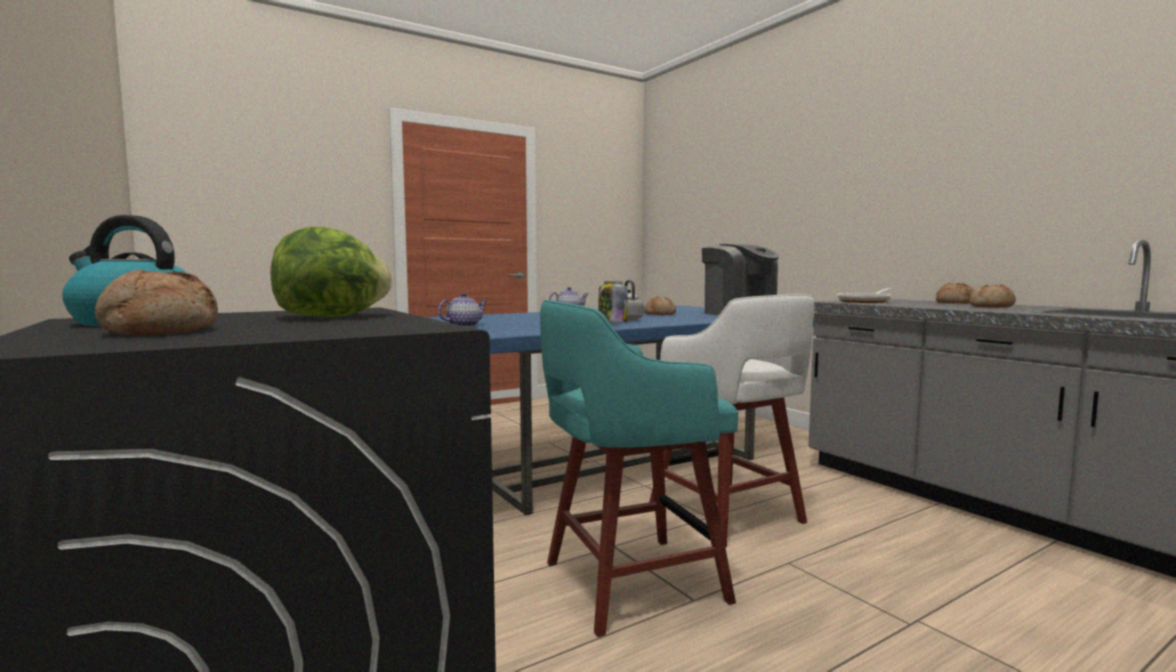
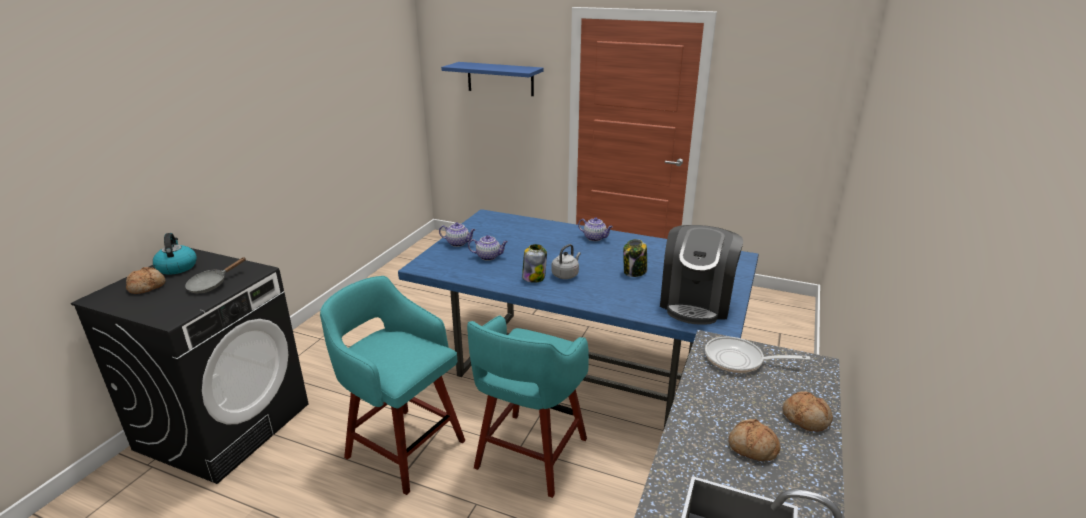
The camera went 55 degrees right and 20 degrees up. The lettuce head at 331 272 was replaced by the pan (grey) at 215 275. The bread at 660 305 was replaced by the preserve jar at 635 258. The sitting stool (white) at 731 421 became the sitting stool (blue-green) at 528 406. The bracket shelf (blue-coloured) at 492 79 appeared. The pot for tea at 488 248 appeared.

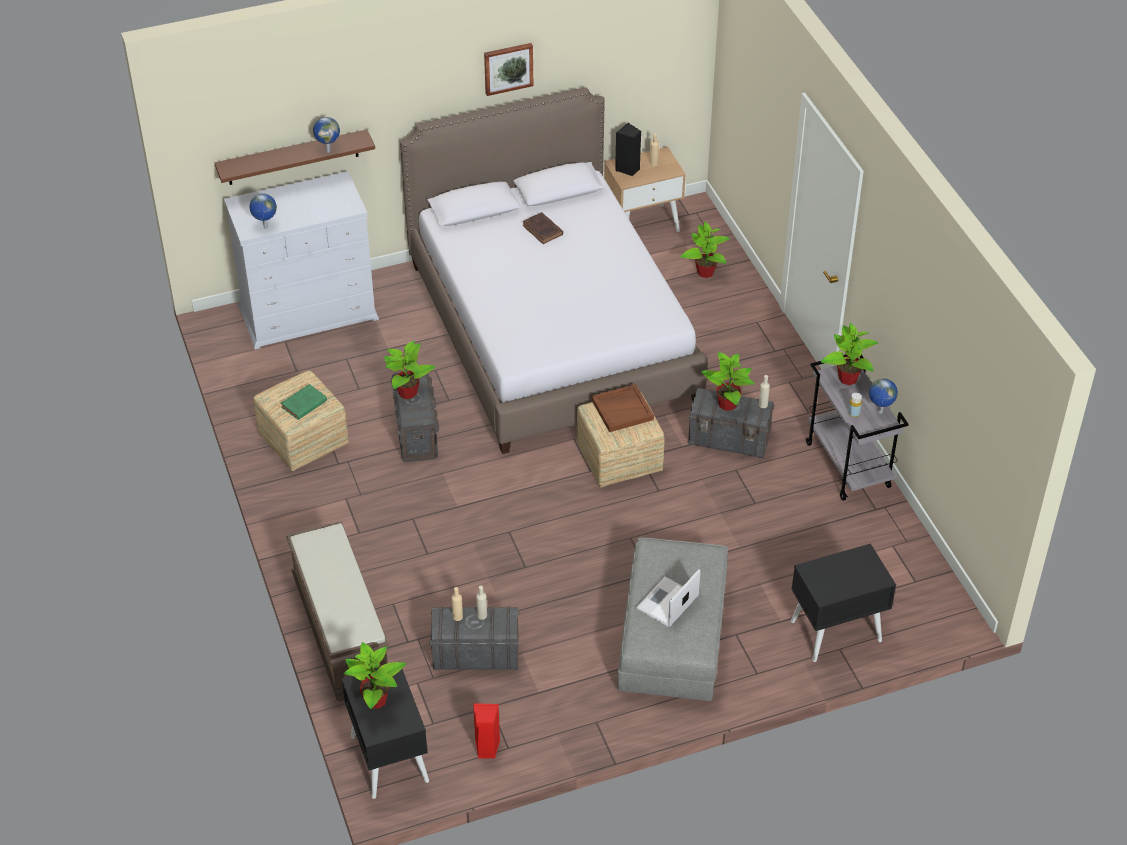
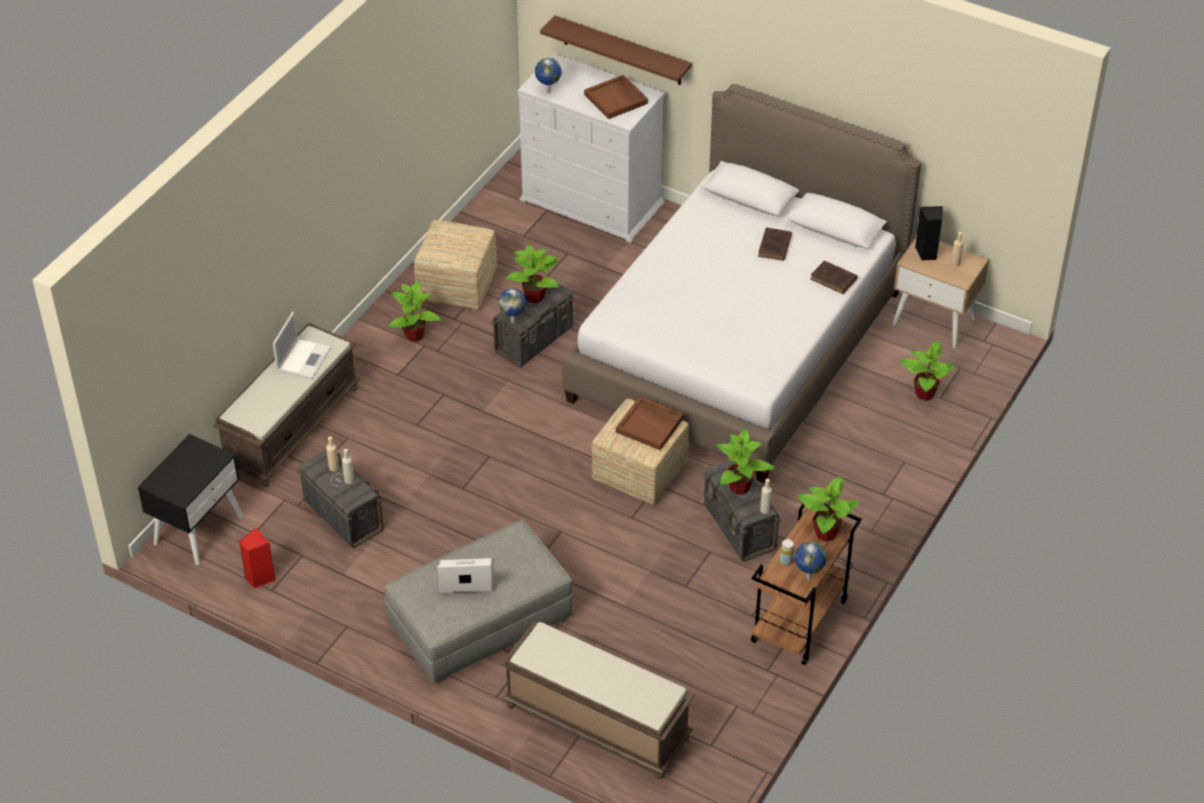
The camera went 50 degrees right and 0 degrees up. The book (greenish) at 304 402 disappeared. The world globe moved from 326 134 to 512 306. The plant in a pot moved from 375 675 to 415 312. The picture at 508 69 disappeared. The night table (black-coloured) at 843 602 was replaced by the bench (brown) at 598 700. The trolley (grey) at 857 427 became the trolley (brown) at 806 584. The notebook computer at 302 345 appeared. The serving tray (brown) at 616 97 appeared. The book (brown) at 834 277 appeared.

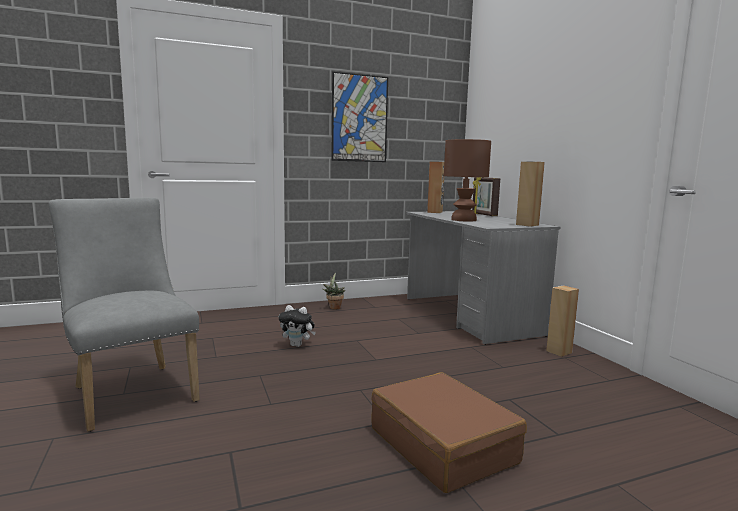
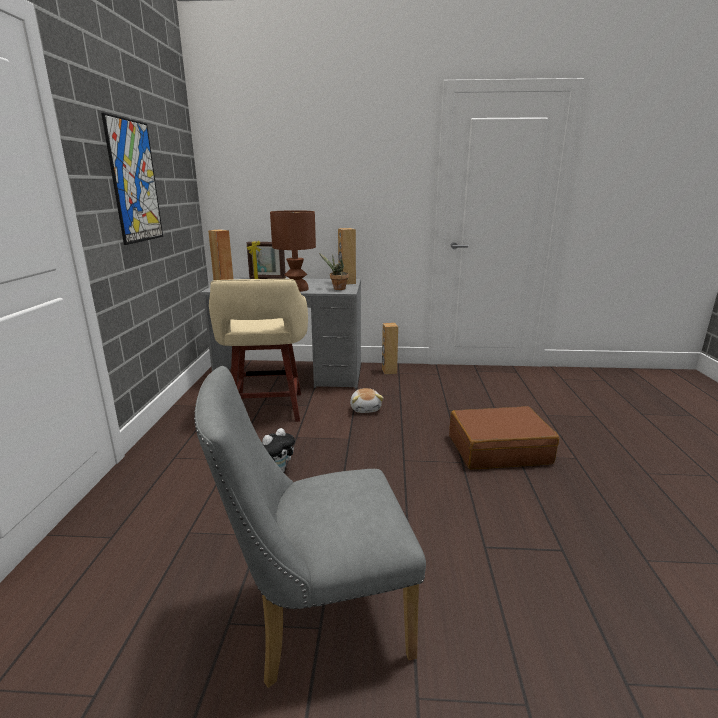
The camera went 65 degrees left and 10 degrees up. The plant in a pot moved from 334 291 to 334 271. The sitting stool (sand-coloured) at 258 350 appeared. The soft toy at 367 400 appeared.

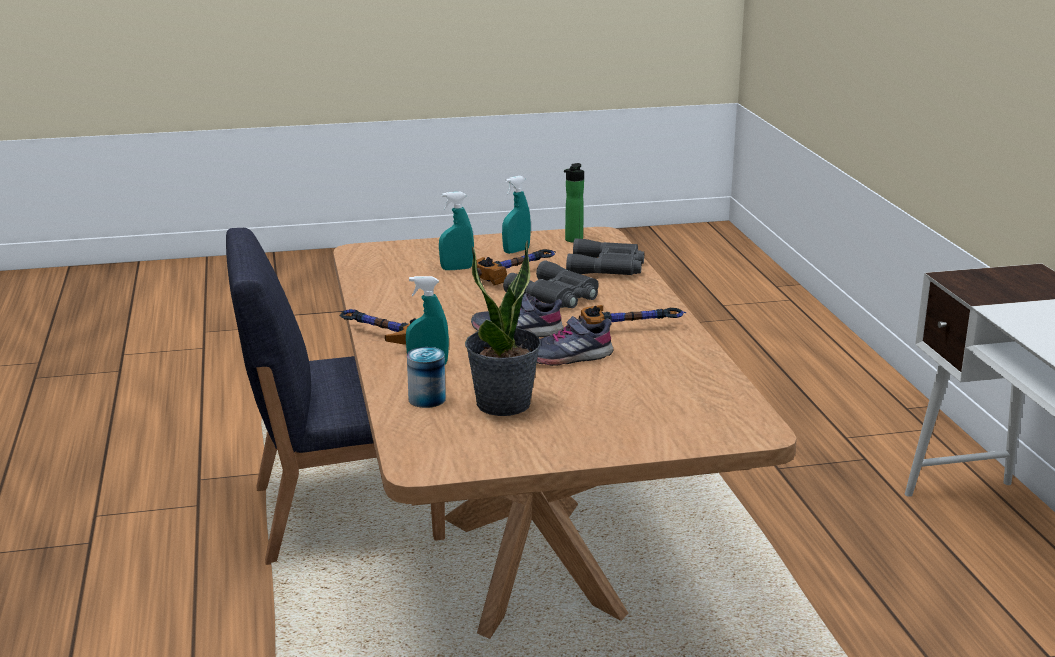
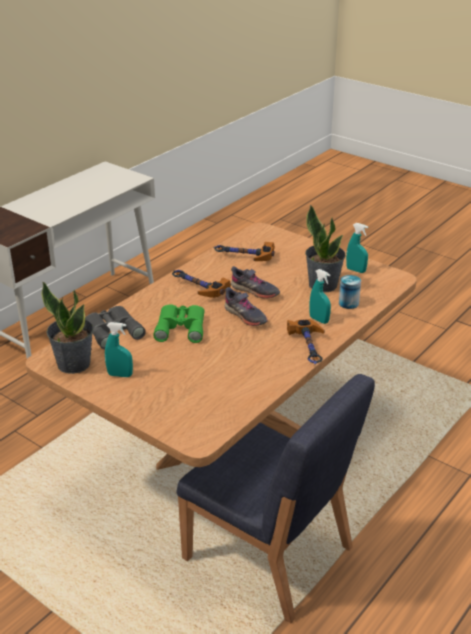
The camera went 130 degrees left and 10 degrees up. The sprayer (blue-green) moved from 456 231 to 357 248. The hammer moved from 515 267 to 244 251. The pair of binoculars (grey) at 551 284 became the pair of binoculars (greenish) at 179 324. The beverage bottle at 574 203 was replaced by the plant in a pot at 67 328.

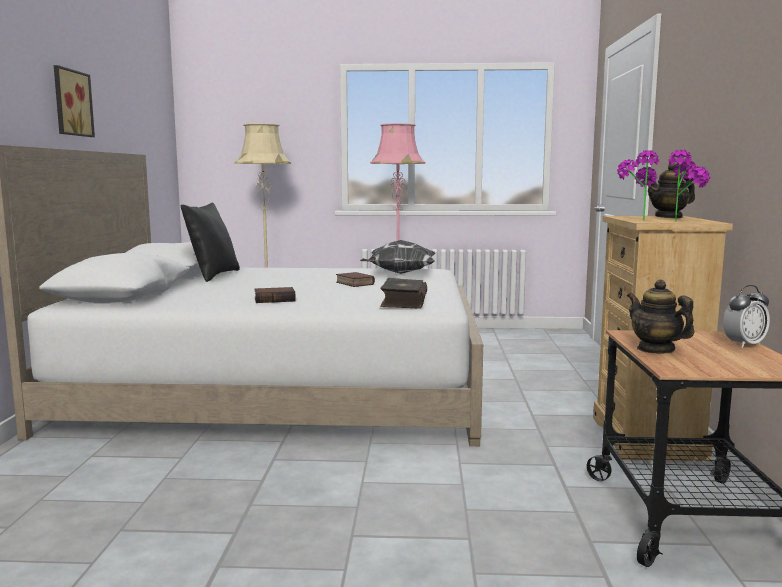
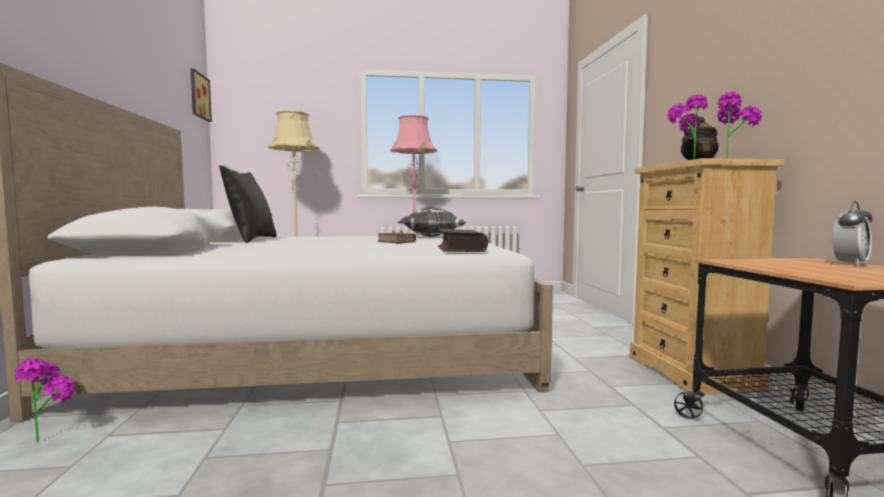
The camera went 10 degrees left and 5 degrees down. The picture moved from 74 101 to 201 95. The book at 275 295 disappeared. The pot for tea at 661 316 disappeared. The plant in a pot at 45 400 appeared.

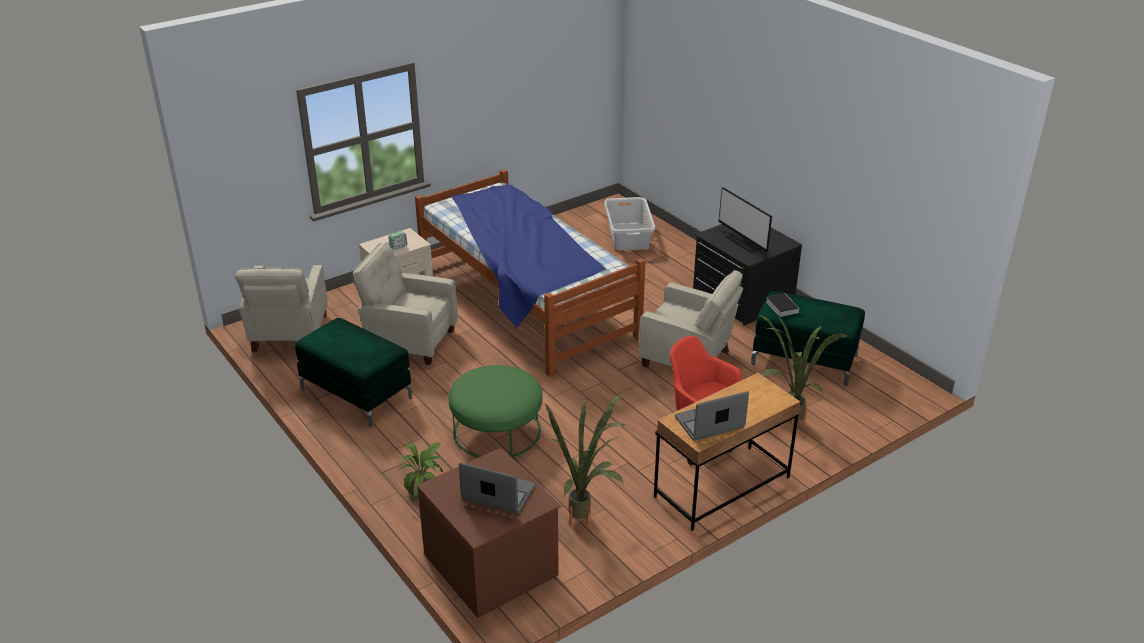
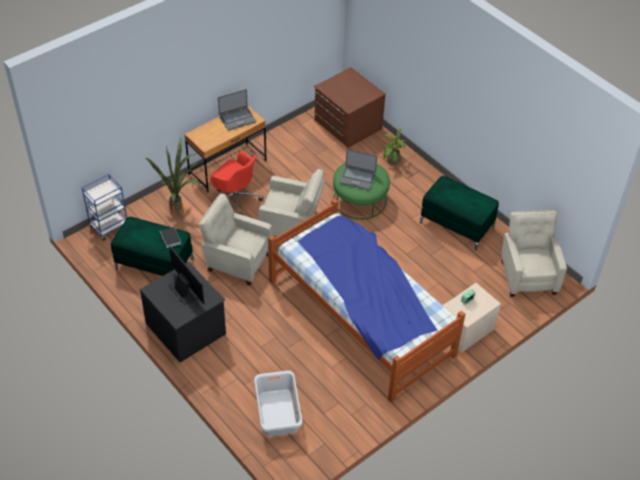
The camera went 175 degrees right and 15 degrees up. The easy chair (sand-coloured) moved from 405 303 to 291 202. The notebook computer moved from 497 488 to 358 169. The plant in a pot at 585 459 disappeared. The trolley (blue-coloured) at 104 207 appeared.

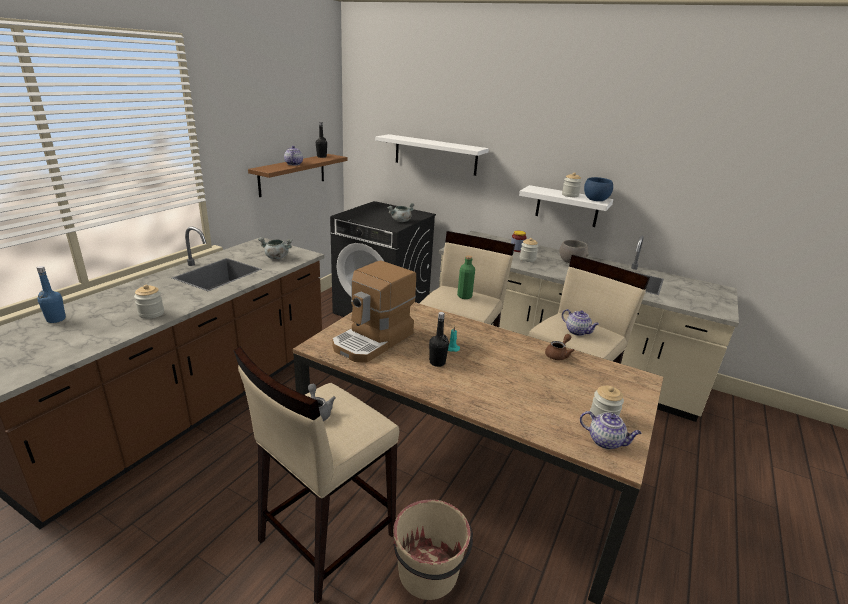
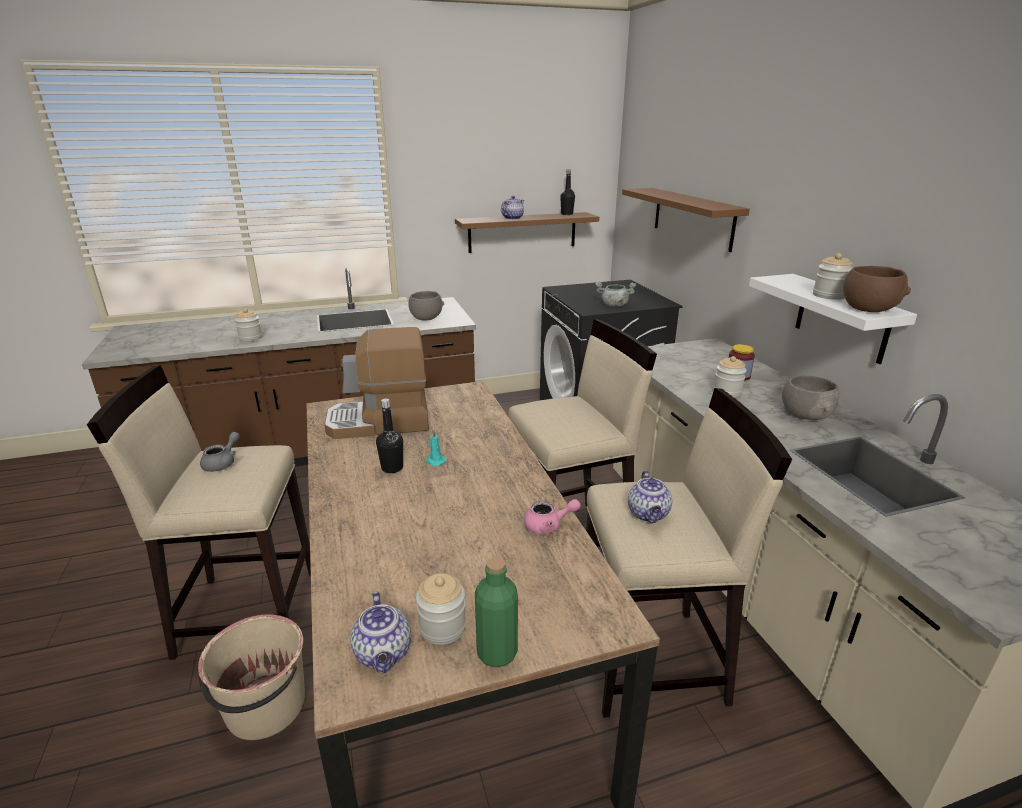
The camera went 45 degrees right and 0 degrees up. The beverage bottle (blue-coloured) at 51 294 disappeared. The stockpot (grey) at 275 248 was replaced by the serving bowl (grey) at 426 305. The bracket shelf (white) at 432 155 became the bracket shelf (brown) at 686 220. The beverage bottle (greenish) moved from 466 277 to 496 612. The pot for tea (brown) at 559 347 became the pot for tea (pinkish) at 552 516. The serving bowl (blue-coloured) at 598 189 became the serving bowl (brown) at 877 289.

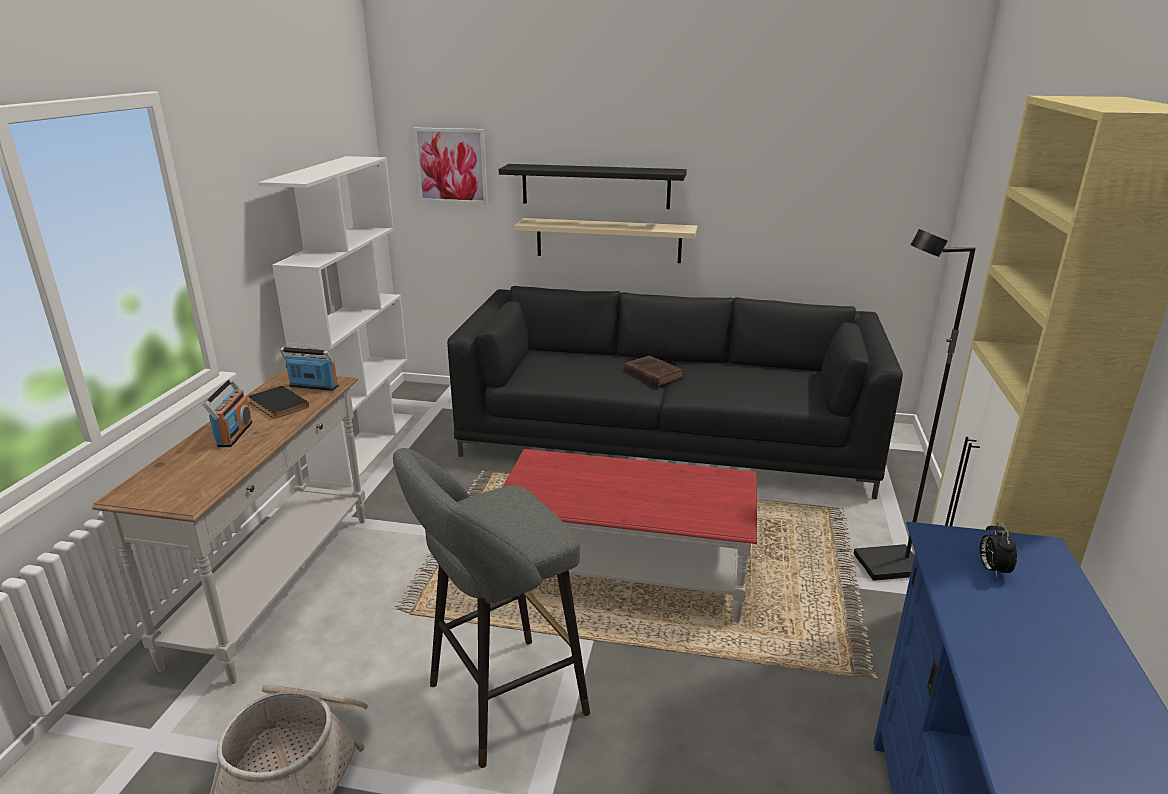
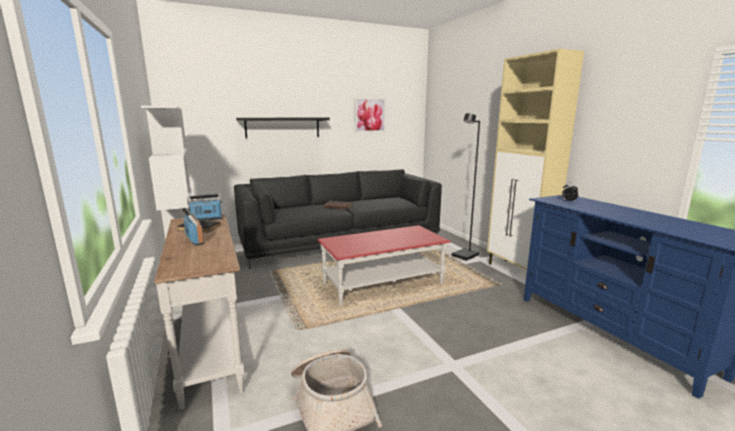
The camera went 35 degrees left and 10 degrees down. The sitting stool (grey) at 491 608 disappeared. The picture moved from 450 166 to 370 115. The bracket shelf (sand-coloured) at 606 240 disappeared.

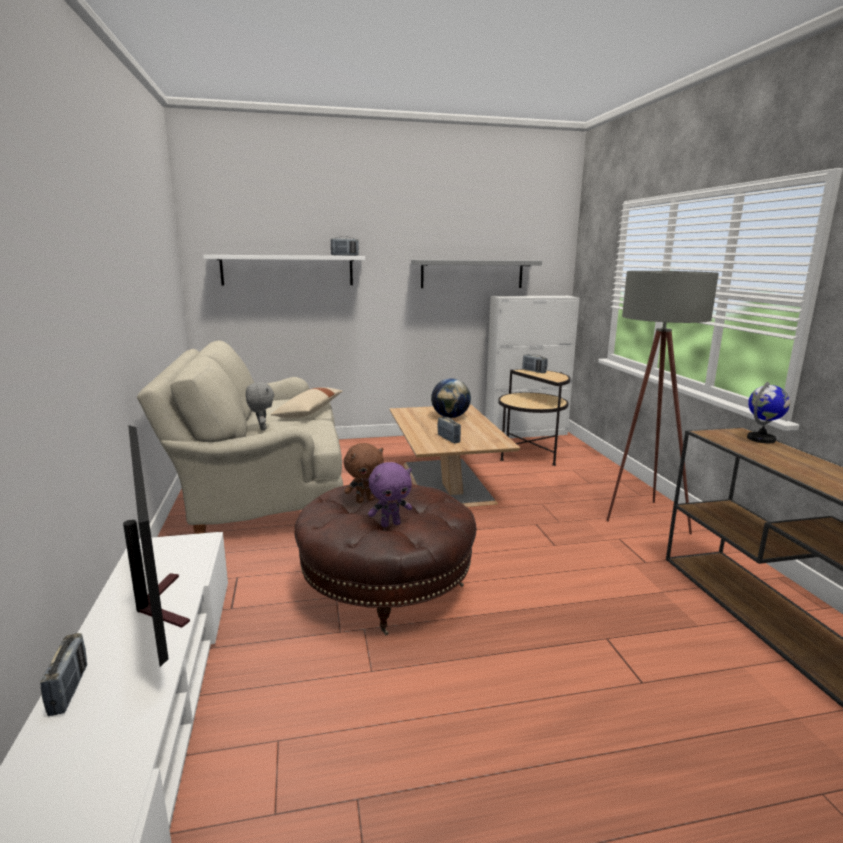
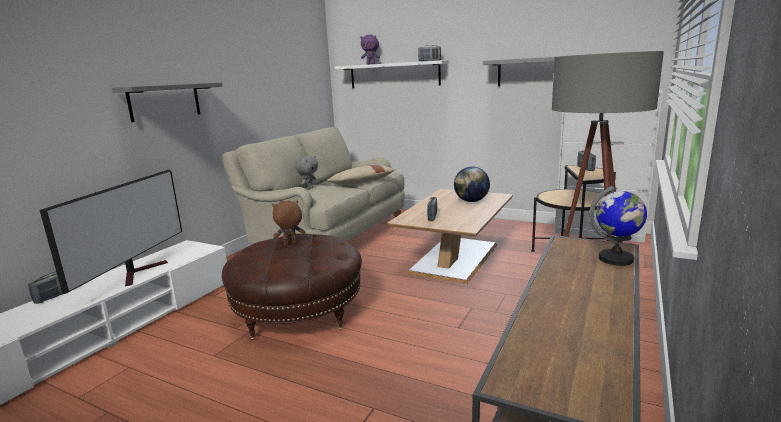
The camera went 40 degrees right and 0 degrees up. The soft toy (brown) at 364 473 turned 150 degrees clockwise. The soft toy (purplish) moved from 390 494 to 370 49. The bracket shelf (grey) at 167 102 appeared.

